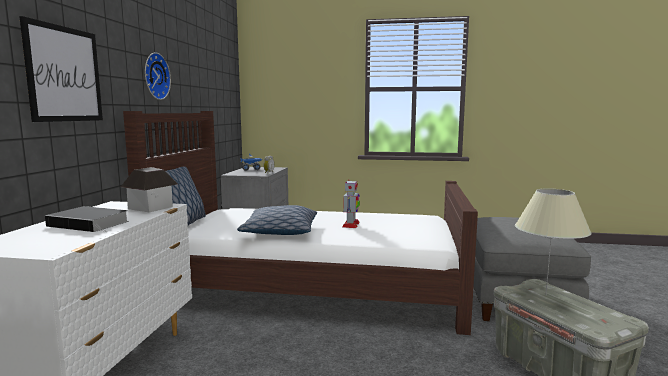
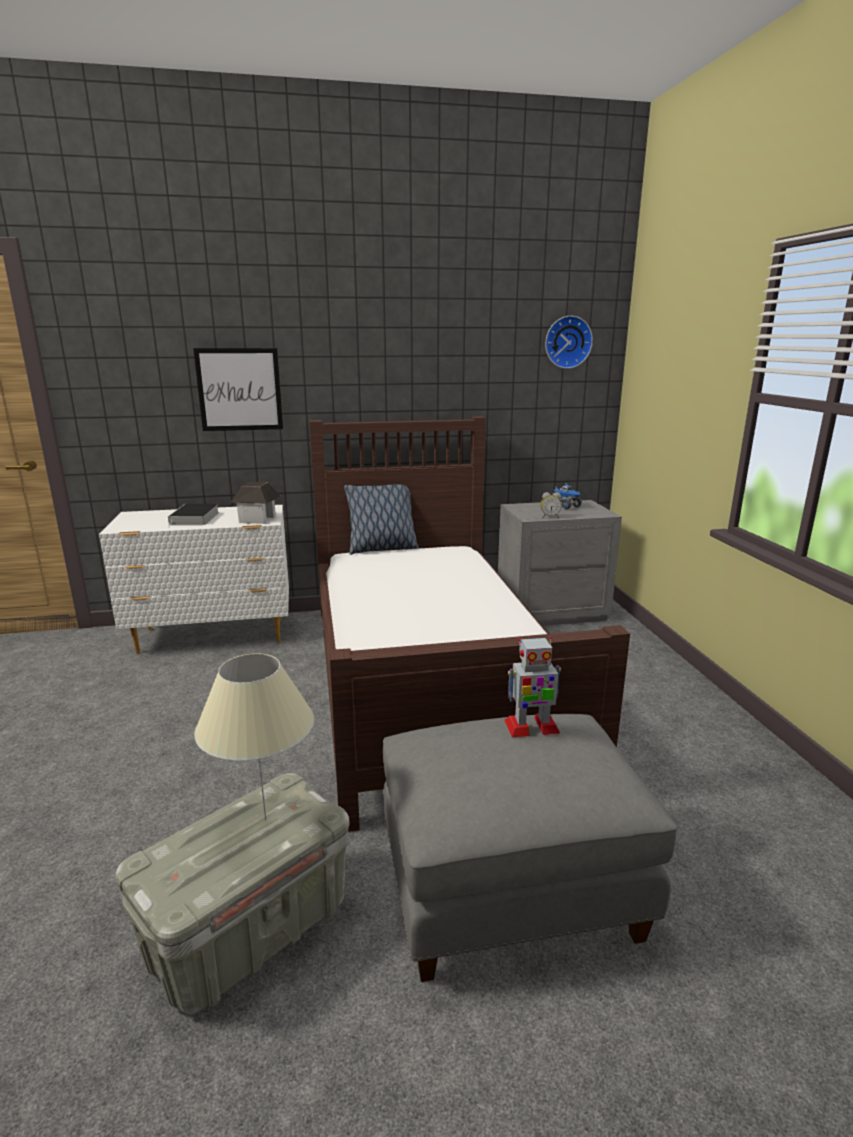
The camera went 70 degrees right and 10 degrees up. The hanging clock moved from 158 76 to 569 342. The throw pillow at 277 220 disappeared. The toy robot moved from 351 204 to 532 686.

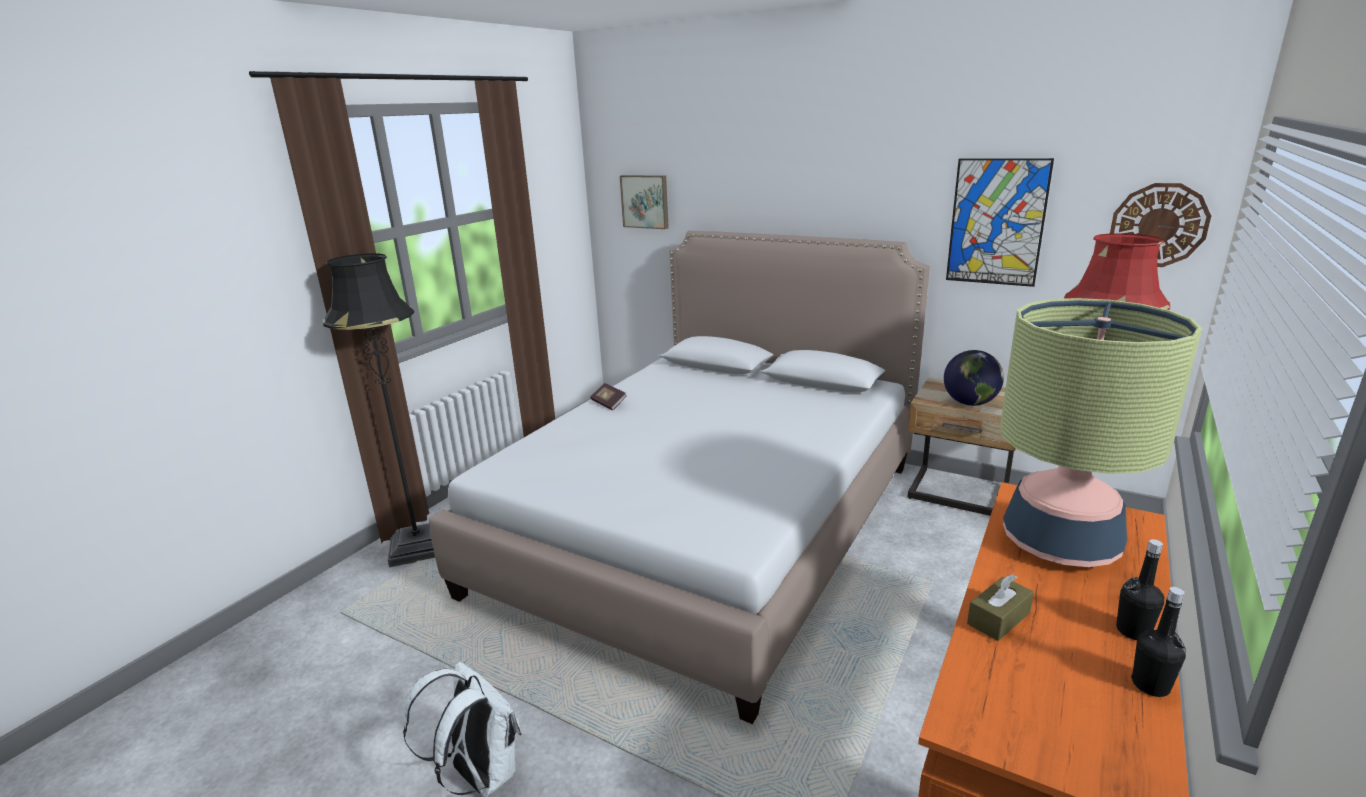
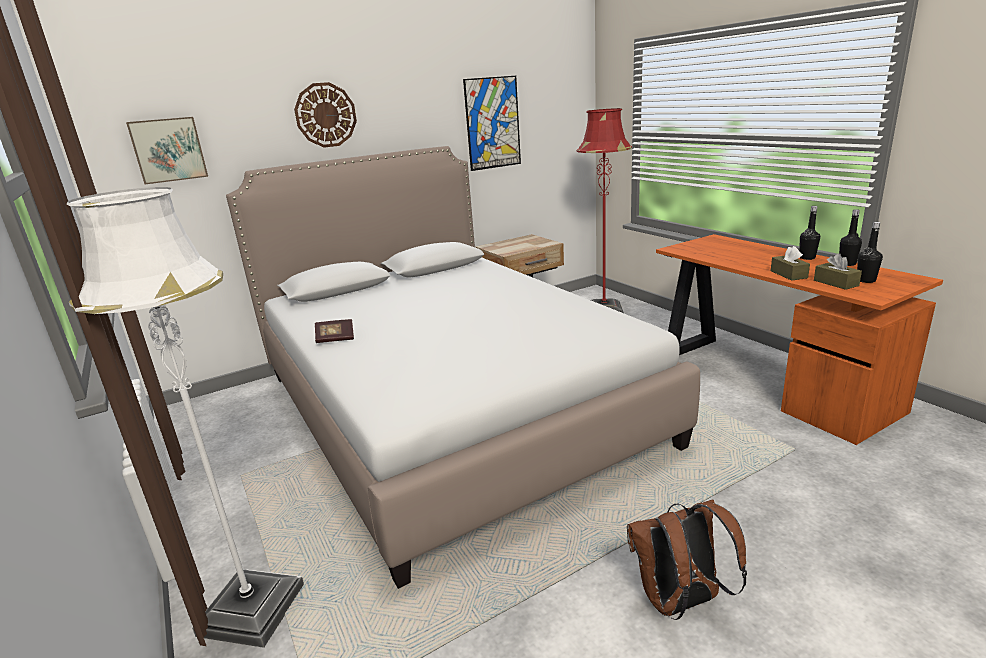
The camera went 60 degrees left and 0 degrees up. The floor lamp (black-coloured) at 378 410 became the floor lamp (white) at 185 417. The backpack (white) at 462 729 became the backpack (brown) at 687 559. The world globe at 974 378 disappeared. The tabletop lamp at 1101 432 disappeared. The hanging clock moved from 1160 225 to 325 115. The tissue holder (brown) at 838 271 appeared. The beverage bottle (black-coloured) at 870 252 appeared.

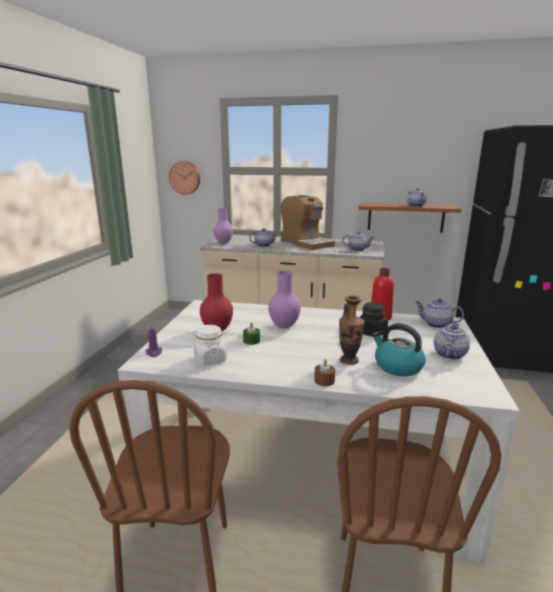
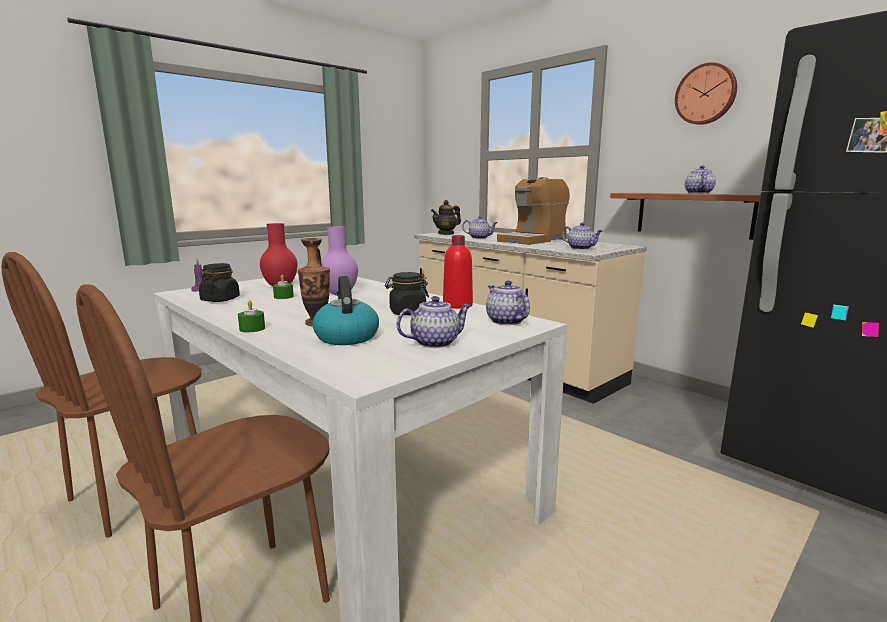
The camera went 35 degrees right and 5 degrees down. The hanging clock moved from 184 177 to 706 93. The preserve jar (white) at 210 345 became the preserve jar (black-coloured) at 219 282. The decorative vase (purplish) at 223 226 was replaced by the pot for tea at 446 217. The coffee brewer at 307 222 turned 45 degrees clockwise. The candle (brown) at 324 372 became the candle (greenish) at 251 316.

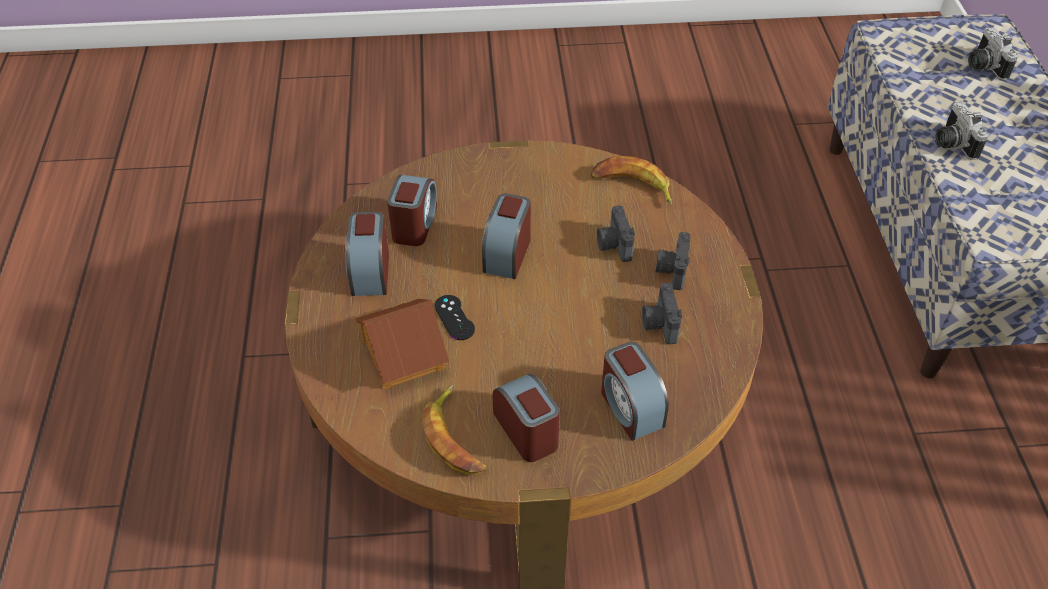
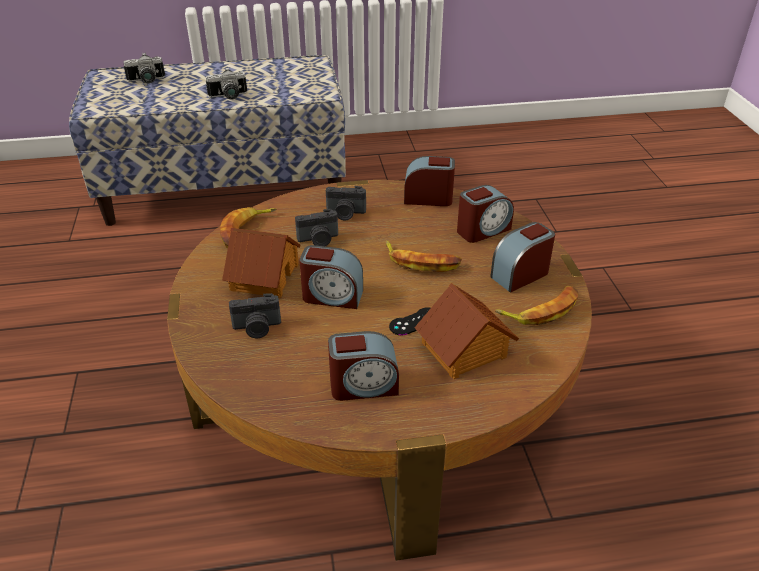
The camera went 95 degrees left and 10 degrees down. The table clock moved from 412 210 to 429 181. The photo camera moved from 662 313 to 255 315. The model house at 261 263 appeared. The banana fruit at 424 256 appeared.

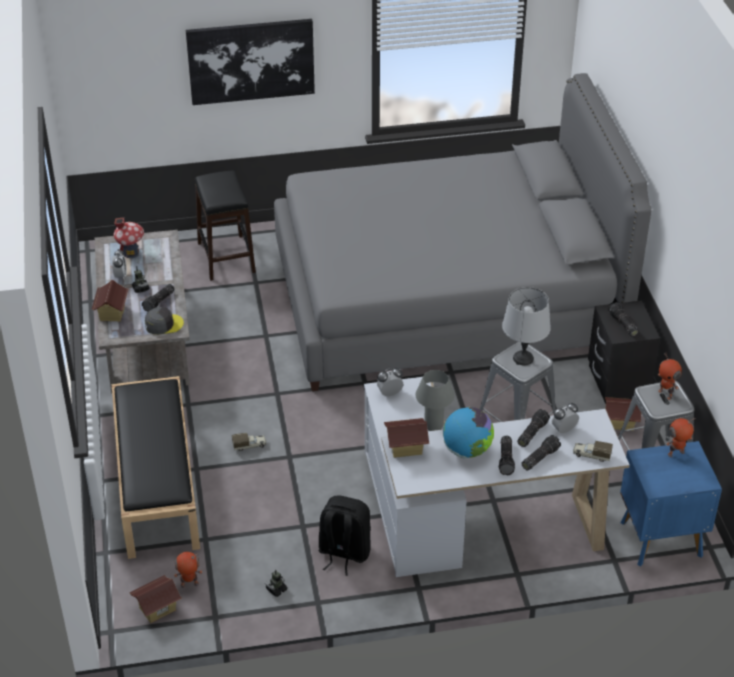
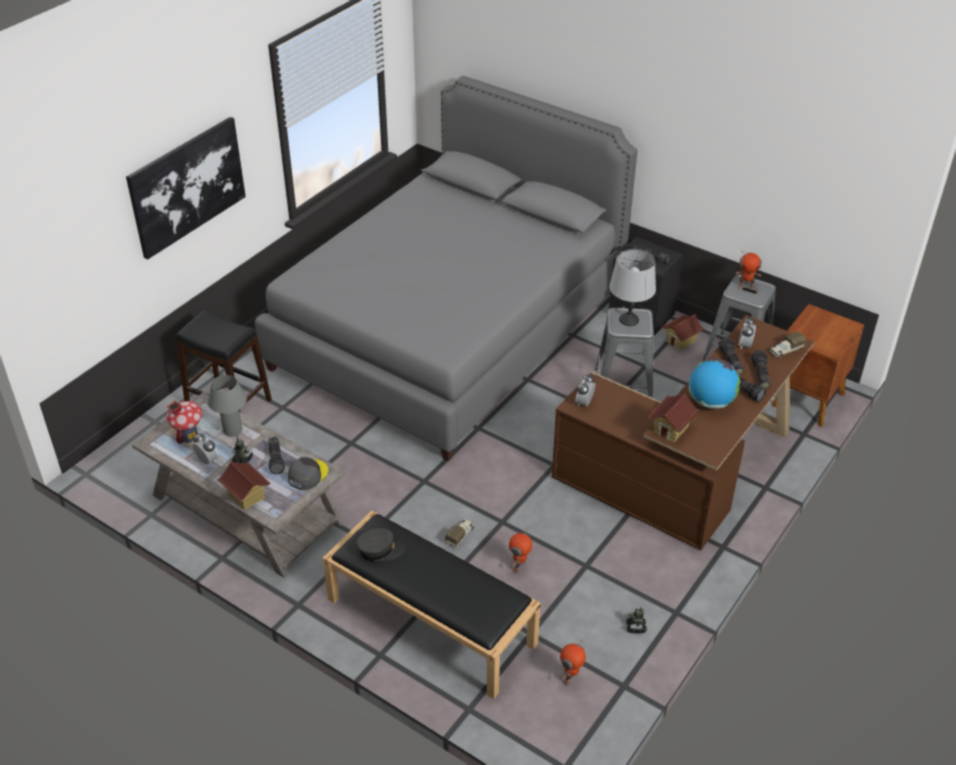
The camera went 45 degrees left and 0 degrees up. The model house at 155 599 disappeared. The backpack (black-coloured) at 345 535 disappeared. The desk unit (white) at 497 477 became the desk unit (brown) at 683 433. The tabletop lamp (grey) moved from 435 400 to 227 406. The night table (blue-coloured) at 671 504 became the night table (brown) at 818 365. The toy robot moved from 681 437 to 520 550. The baseball cap (grey) at 381 545 appeared.

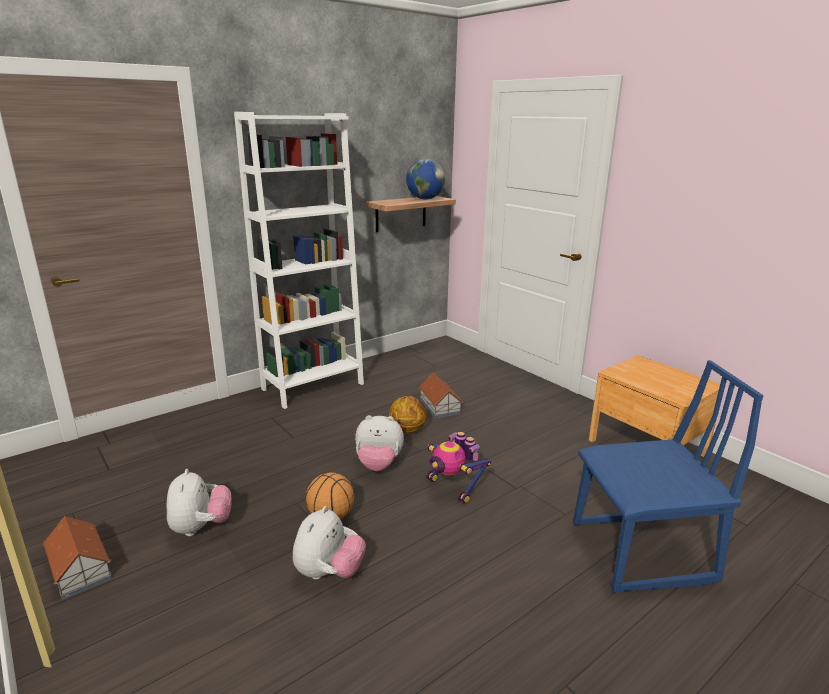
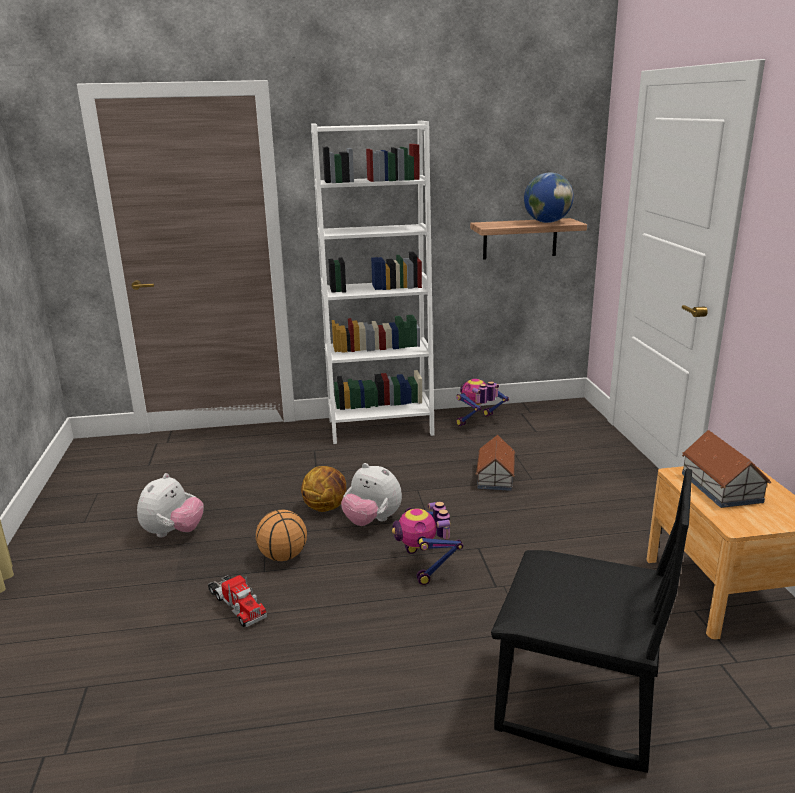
The camera went 30 degrees right and 0 degrees up. The model house moved from 77 558 to 726 469. The soft toy at 329 542 was replaced by the toy lorry at 237 601. The basketball ball moved from 408 415 to 323 489. The upright chair (blue-coloured) at 668 476 became the upright chair (black-coloured) at 591 620. The toy robot at 482 402 appeared.

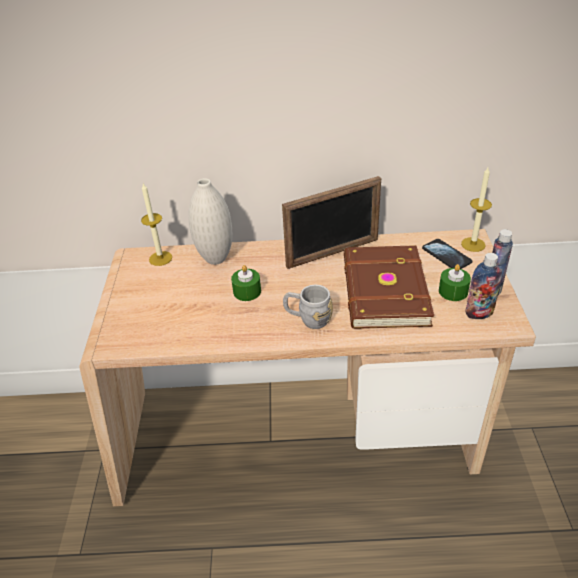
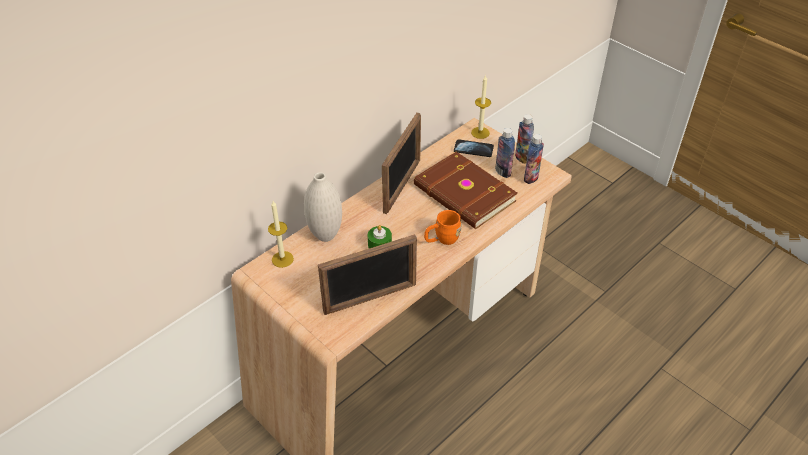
The camera went 45 degrees left and 5 degrees up. The mug (grey) at 308 307 became the mug (orangey) at 443 227. The candle (greenish) at 455 282 was replaced by the beverage bottle at 505 153. The standing frame at 367 274 appeared.

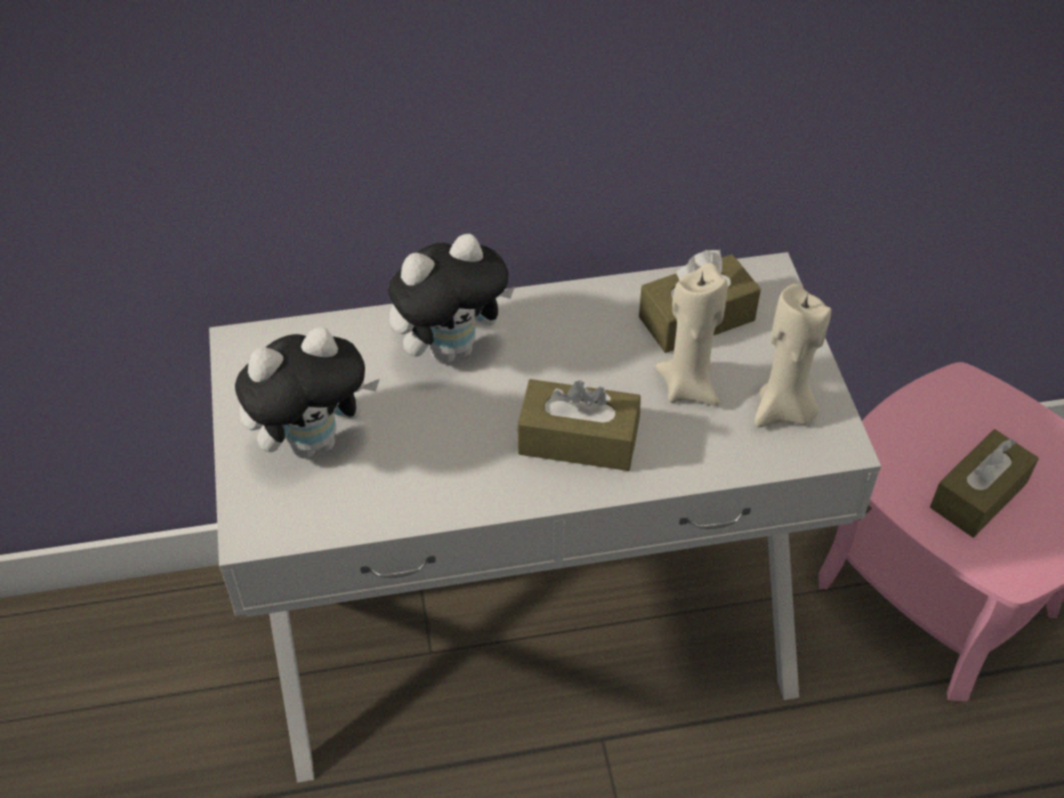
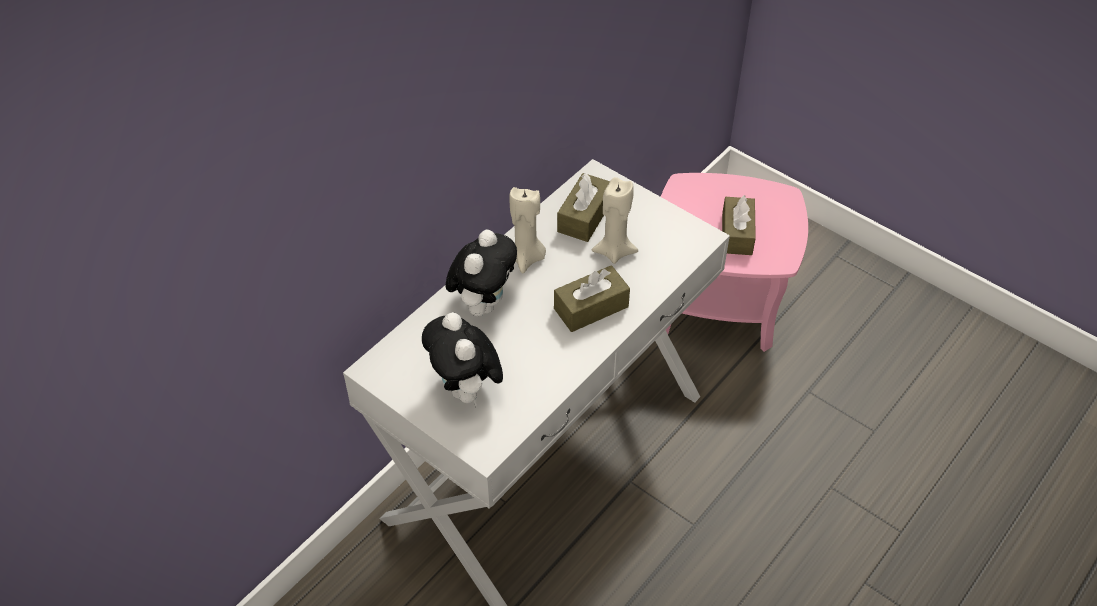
The camera went 40 degrees left and 0 degrees up. The soft toy at 307 392 turned 135 degrees clockwise. The candle (sand-coloured) moved from 793 355 to 527 230.

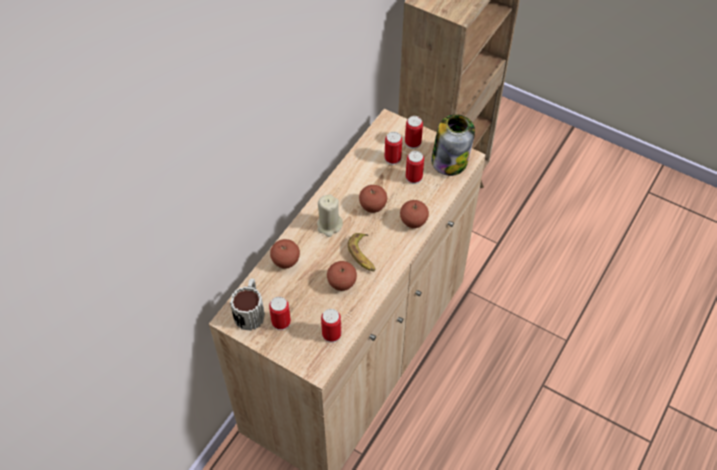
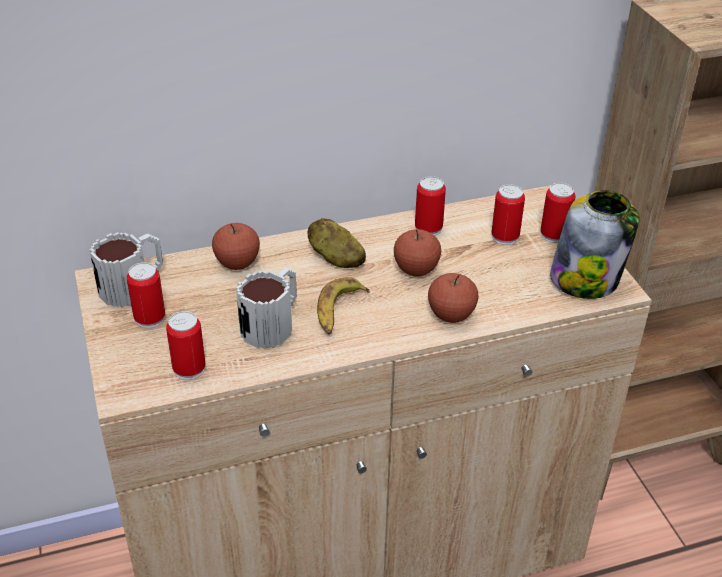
The camera went 40 degrees right and 15 degrees down. The candle (sand-coloured) at 330 215 was replaced by the potato at 337 243. The apple fruit at 342 276 was replaced by the mug at 266 308. The metal can moved from 415 167 to 430 206.

